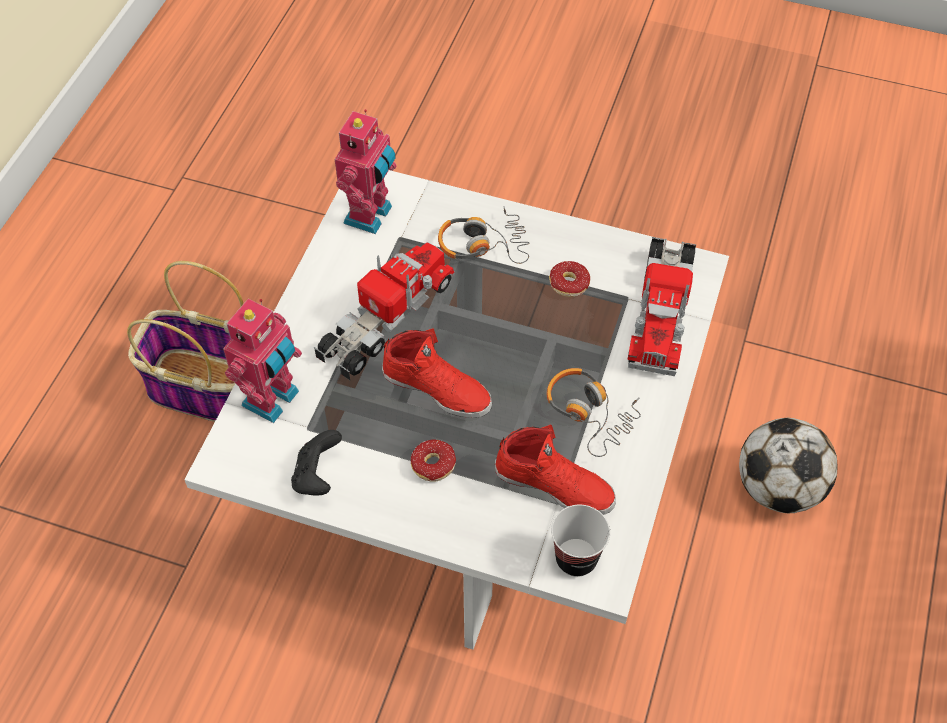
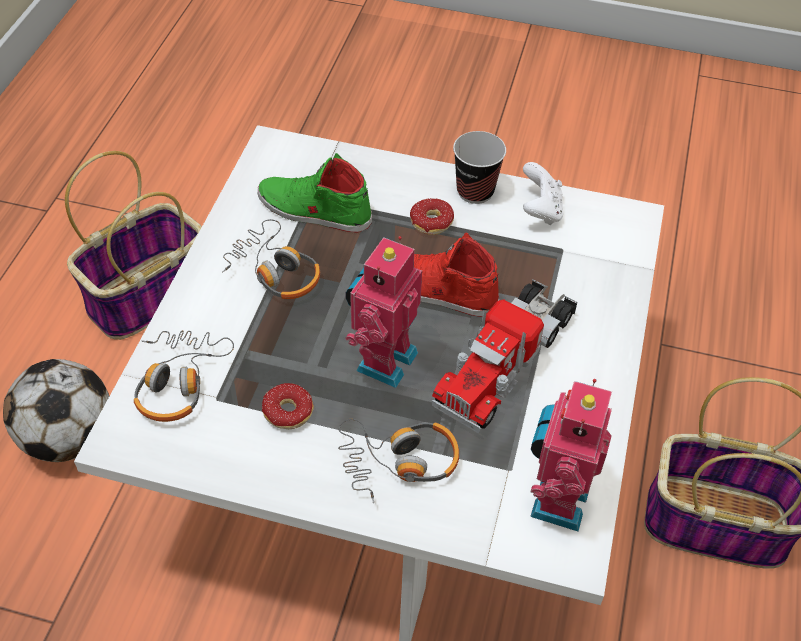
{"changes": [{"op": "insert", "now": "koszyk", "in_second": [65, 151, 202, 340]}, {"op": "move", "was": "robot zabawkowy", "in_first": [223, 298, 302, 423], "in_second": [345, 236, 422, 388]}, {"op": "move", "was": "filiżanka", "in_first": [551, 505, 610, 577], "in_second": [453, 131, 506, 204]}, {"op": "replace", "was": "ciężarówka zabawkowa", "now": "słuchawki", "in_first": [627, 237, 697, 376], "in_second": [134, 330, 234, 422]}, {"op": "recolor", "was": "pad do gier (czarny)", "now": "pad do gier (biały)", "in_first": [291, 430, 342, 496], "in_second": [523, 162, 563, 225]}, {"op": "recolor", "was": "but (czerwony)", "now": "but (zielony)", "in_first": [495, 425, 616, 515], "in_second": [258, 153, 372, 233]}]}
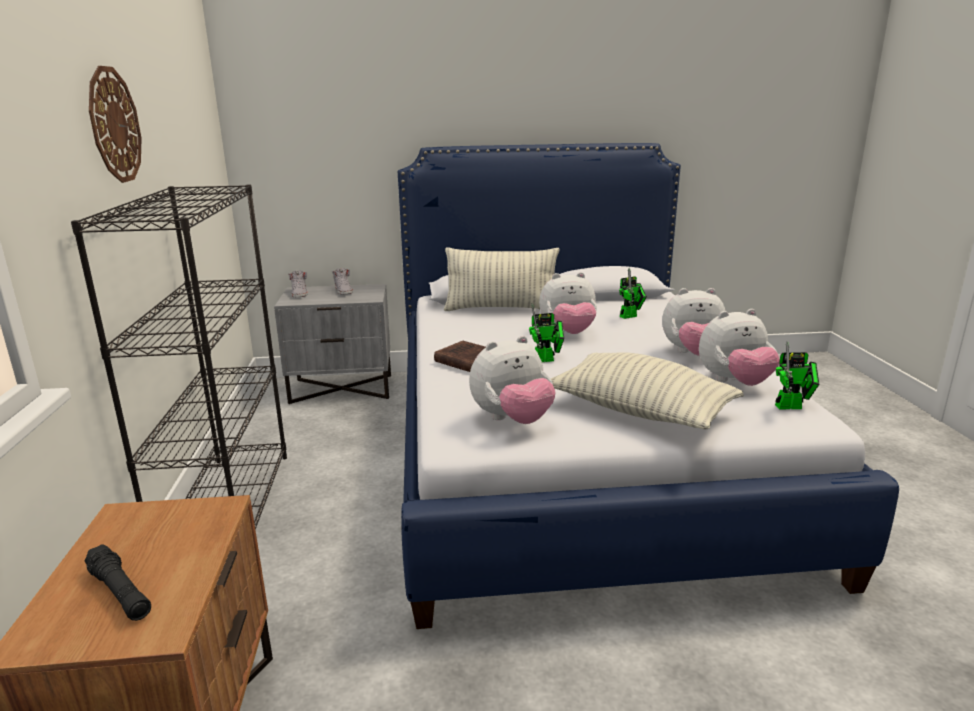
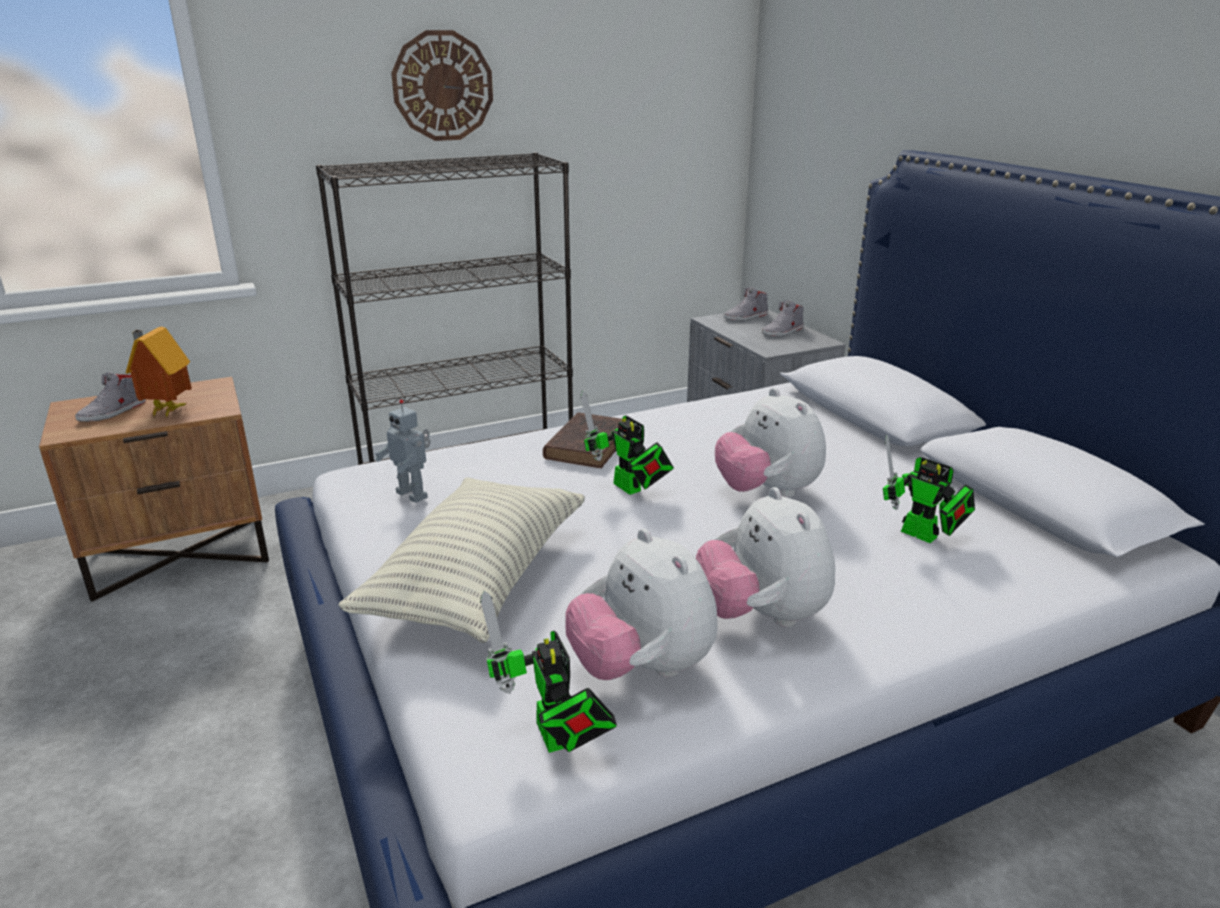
{"changes": [{"op": "delete", "was": "poduszka", "in_first": [444, 247, 560, 311]}, {"op": "insert", "now": "domek", "in_second": [126, 327, 192, 417]}, {"op": "replace", "was": "latarka (czarny)", "now": "but (szary)", "in_first": [85, 544, 151, 621], "in_second": [75, 372, 146, 422]}, {"op": "replace", "was": "pluszak", "now": "robot zabawkowy", "in_first": [469, 336, 555, 424], "in_second": [374, 399, 431, 503]}]}
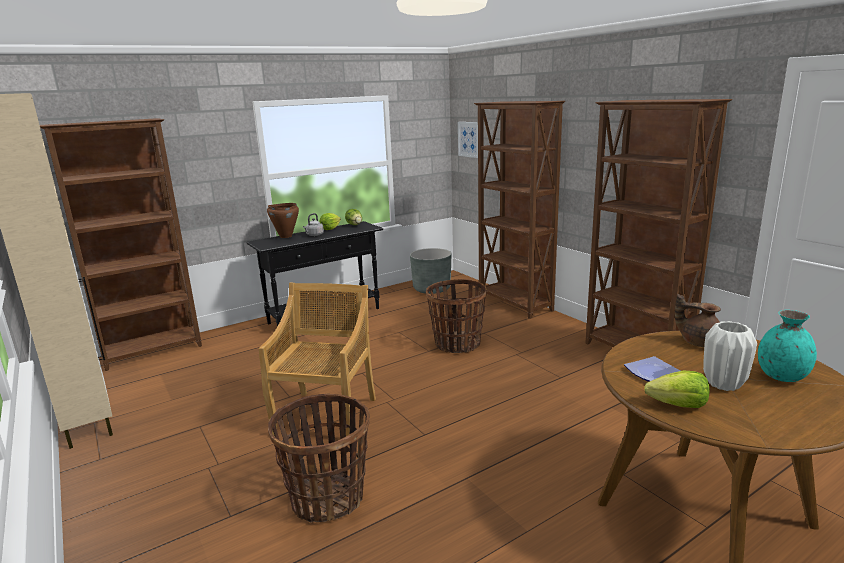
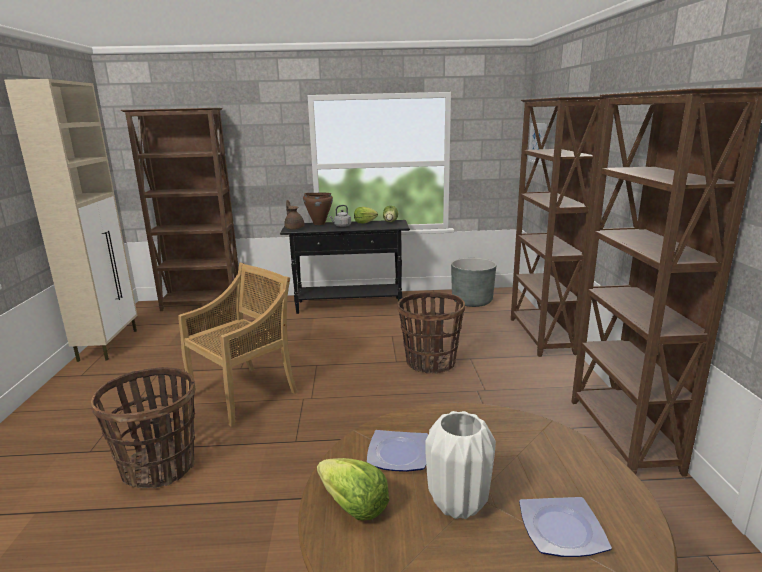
{"changes": [{"op": "move", "was": "imbryk (brązowy)", "in_first": [675, 294, 721, 347], "in_second": [284, 200, 304, 230]}, {"op": "replace", "was": "wazon (turkusowy)", "now": "talerz", "in_first": [758, 310, 817, 382], "in_second": [519, 497, 612, 557]}]}
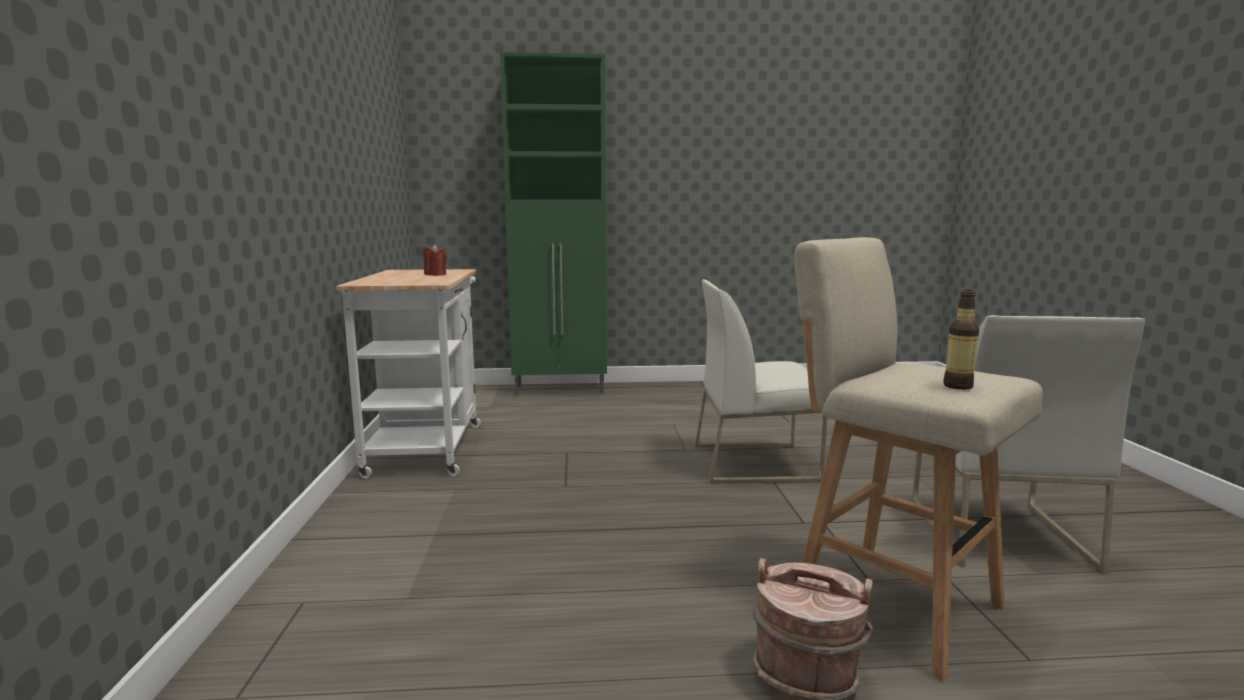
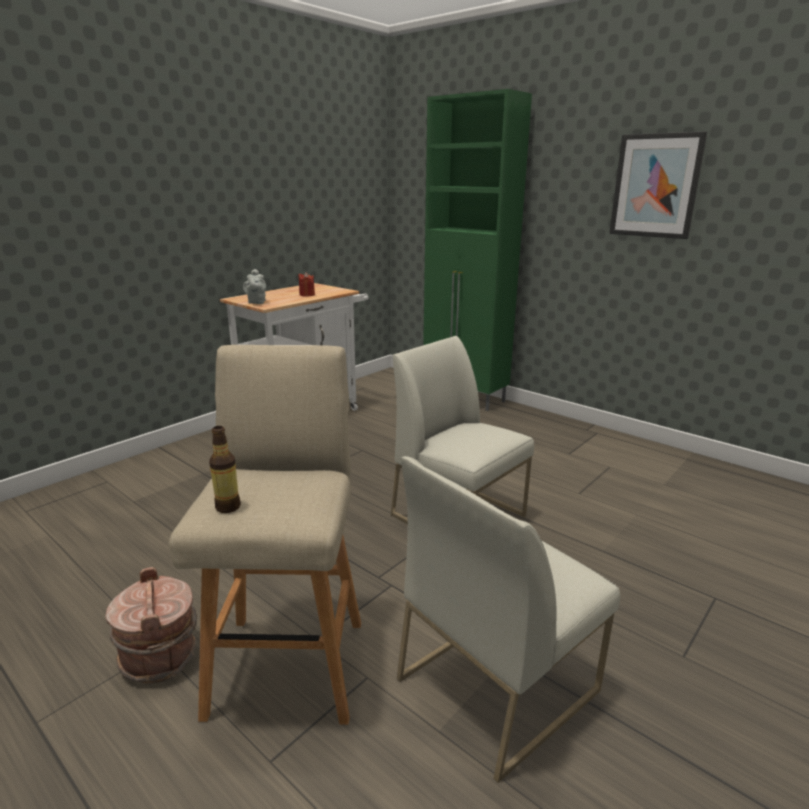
{"changes": [{"op": "insert", "now": "imbryk (szary)", "in_second": [243, 269, 266, 304]}, {"op": "insert", "now": "obraz", "in_second": [609, 131, 707, 239]}]}
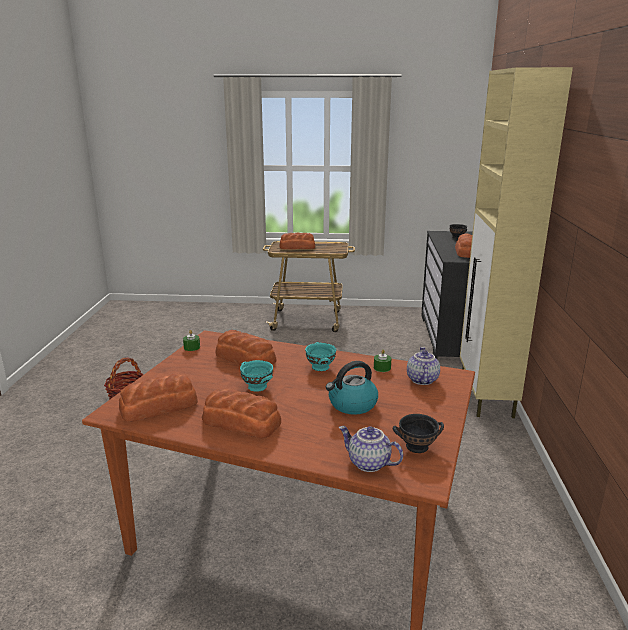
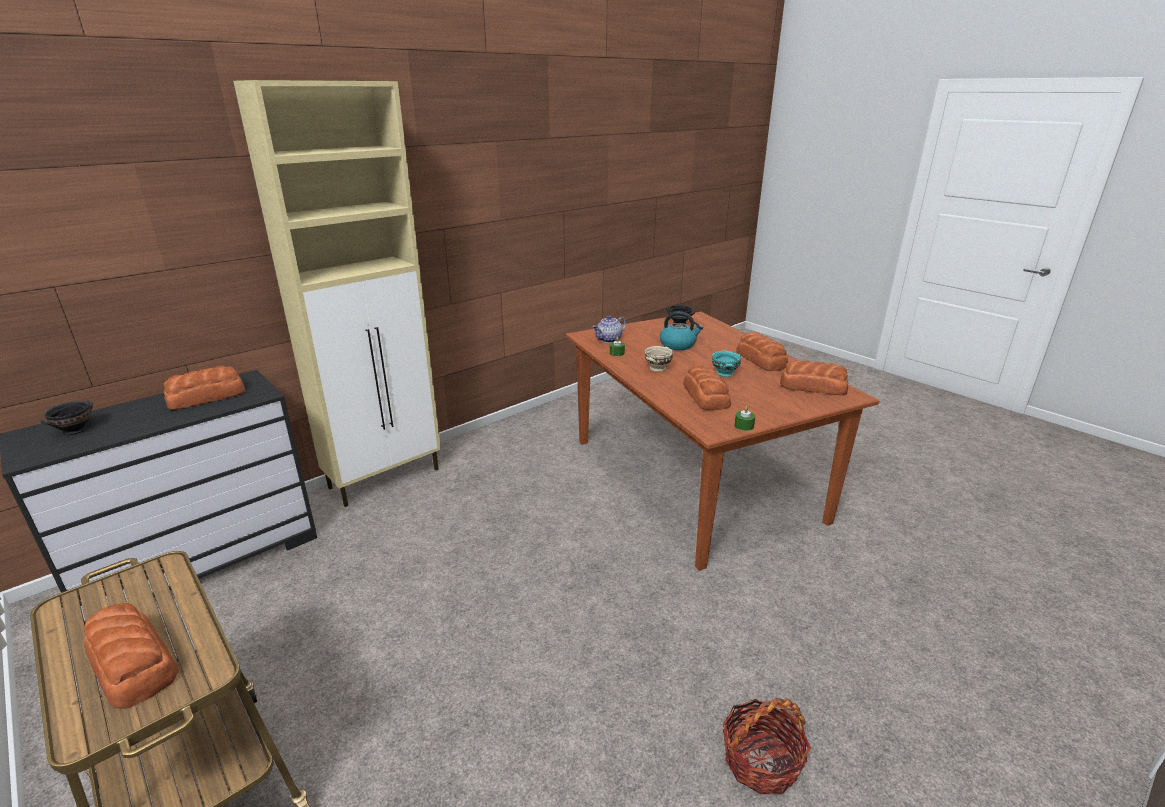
{"changes": [{"op": "delete", "was": "imbryk", "in_first": [339, 426, 403, 472]}, {"op": "recolor", "was": "miska (turkusowy)", "now": "miska (beżowy)", "in_first": [305, 342, 336, 371], "in_second": [645, 346, 673, 372]}]}
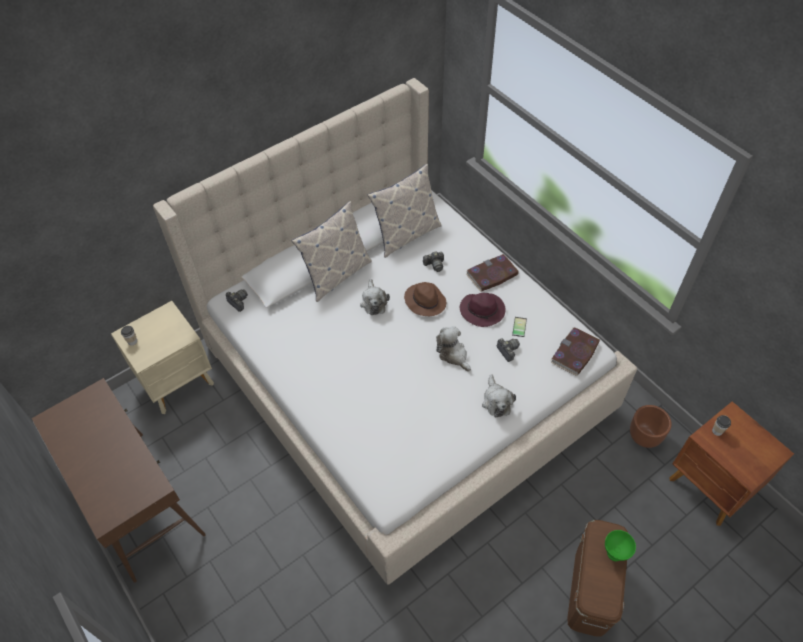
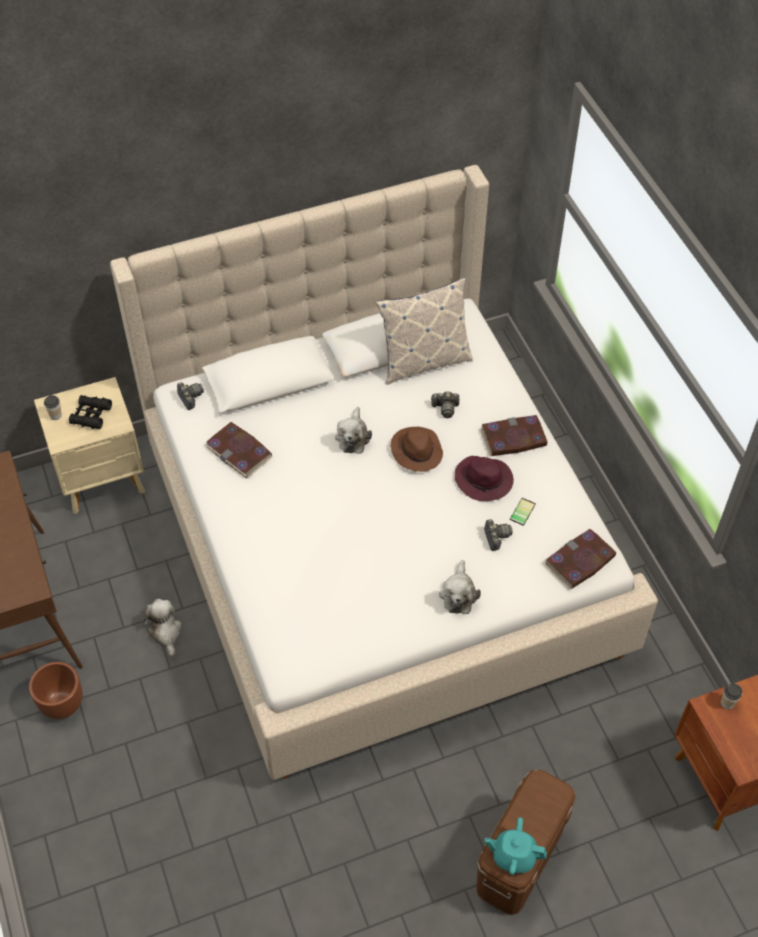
{"changes": [{"op": "delete", "was": "poduszka", "in_first": [292, 201, 372, 302]}, {"op": "delete", "was": "miska (zielony)", "in_first": [605, 530, 636, 561]}, {"op": "insert", "now": "lornetka (czarny)", "in_second": [69, 395, 112, 429]}, {"op": "insert", "now": "książka", "in_second": [205, 422, 272, 478]}, {"op": "insert", "now": "imbryk (turkusowy)", "in_second": [485, 817, 547, 875]}, {"op": "move", "was": "pluszak", "in_first": [436, 326, 471, 372], "in_second": [143, 599, 182, 657]}, {"op": "move", "was": "donica (brązowy)", "in_first": [630, 405, 672, 448], "in_second": [29, 662, 83, 719]}]}
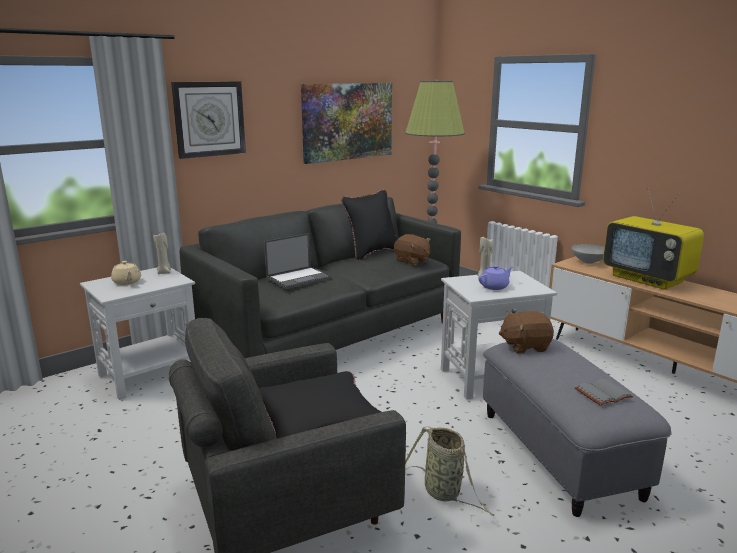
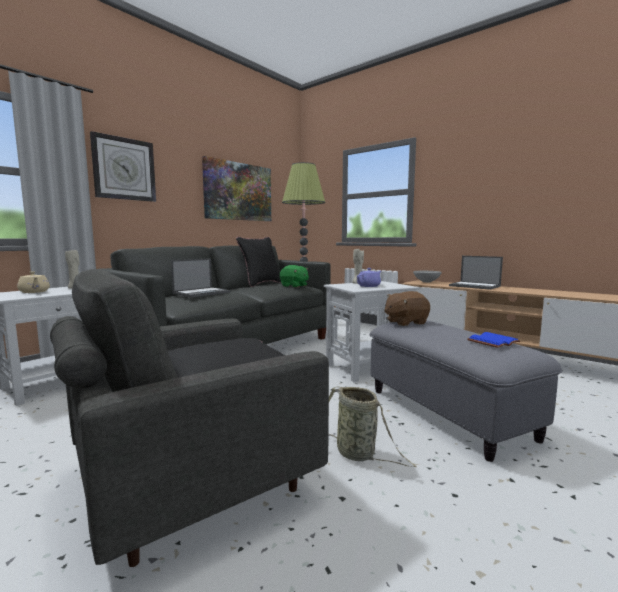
{"changes": [{"op": "replace", "was": "telewizor", "now": "laptop", "in_first": [603, 188, 704, 290], "in_second": [449, 256, 503, 290]}, {"op": "recolor", "was": "pluszak (brązowy)", "now": "pluszak (zielony)", "in_first": [394, 234, 430, 265], "in_second": [280, 265, 309, 288]}, {"op": "recolor", "was": "książka (szary)", "now": "książka (niebieski)", "in_first": [575, 379, 633, 406], "in_second": [467, 332, 520, 348]}]}
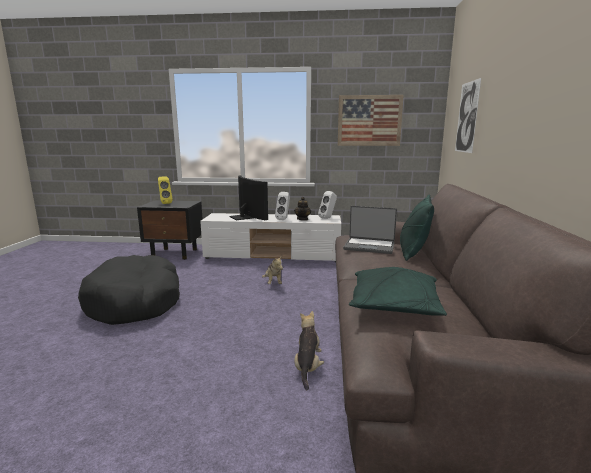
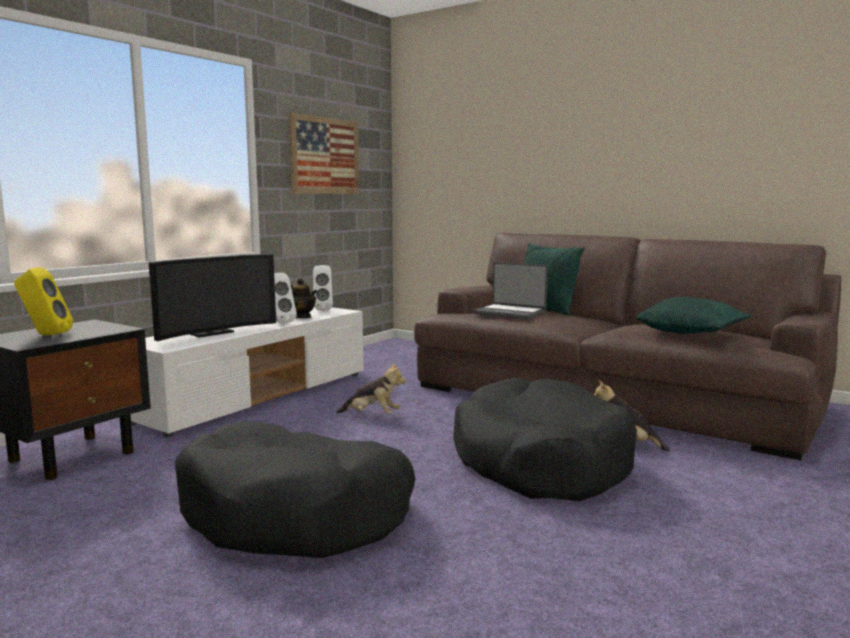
{"changes": [{"op": "delete", "was": "obraz", "in_first": [455, 78, 481, 153]}, {"op": "insert", "now": "legowisko (czarny)", "in_second": [453, 378, 637, 501]}, {"op": "rotate", "was": "telewizor", "in_first": [229, 176, 268, 220], "in_second": [149, 254, 276, 341], "clockwise": 135}, {"op": "rotate", "was": "laptop", "in_first": [343, 206, 397, 254], "in_second": [473, 262, 548, 319], "clockwise": 75}]}
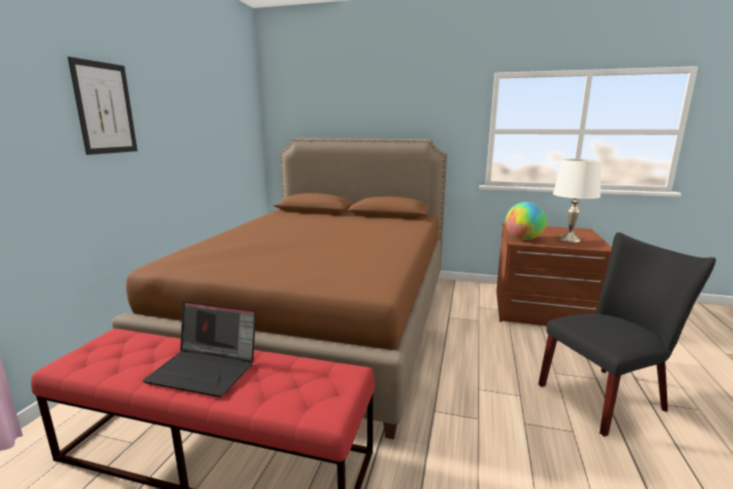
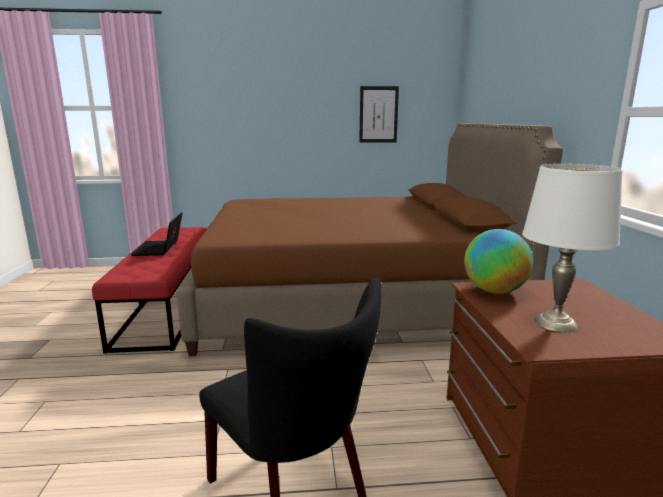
{"changes": [{"op": "move", "was": "obraz", "in_first": [68, 57, 138, 155], "in_second": [359, 86, 399, 143]}]}
